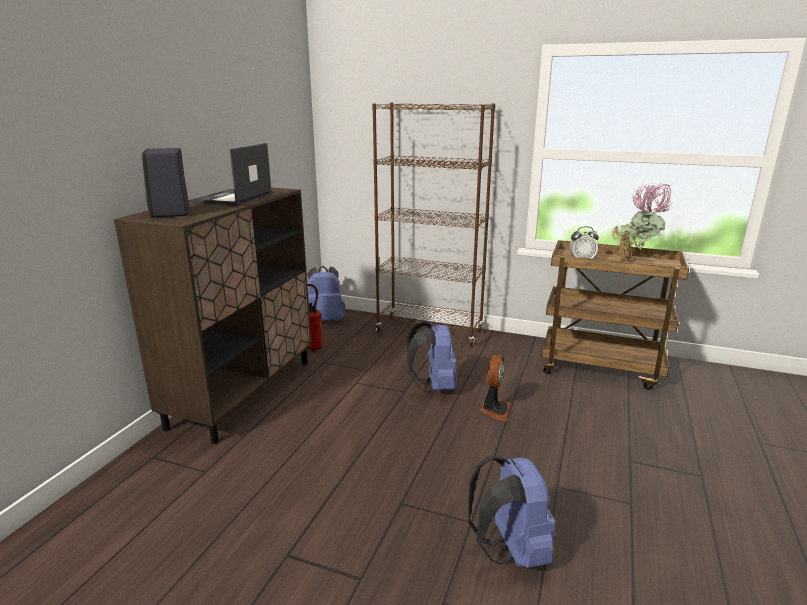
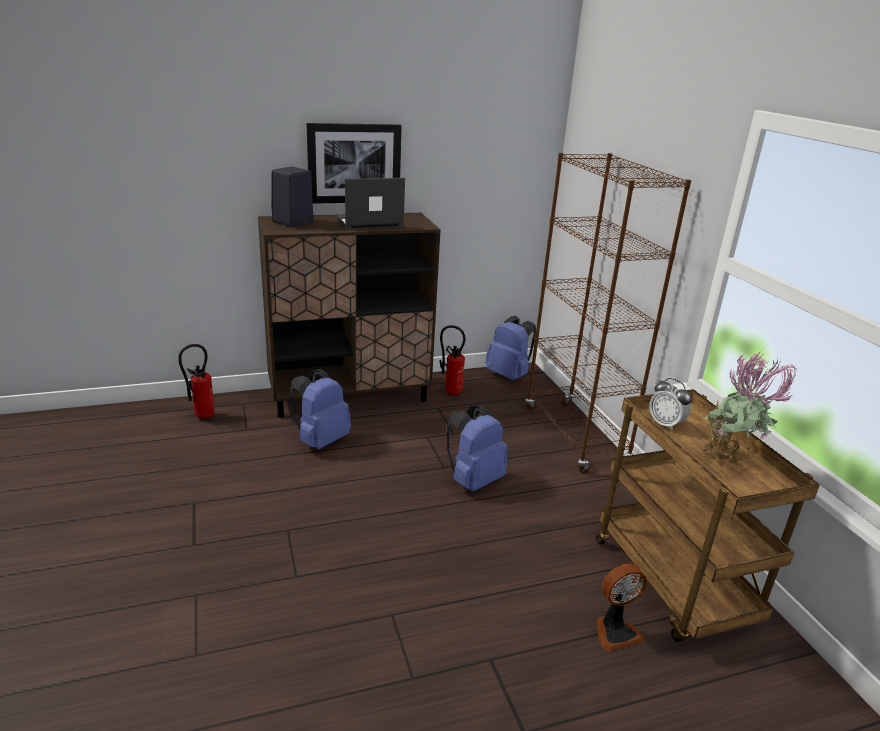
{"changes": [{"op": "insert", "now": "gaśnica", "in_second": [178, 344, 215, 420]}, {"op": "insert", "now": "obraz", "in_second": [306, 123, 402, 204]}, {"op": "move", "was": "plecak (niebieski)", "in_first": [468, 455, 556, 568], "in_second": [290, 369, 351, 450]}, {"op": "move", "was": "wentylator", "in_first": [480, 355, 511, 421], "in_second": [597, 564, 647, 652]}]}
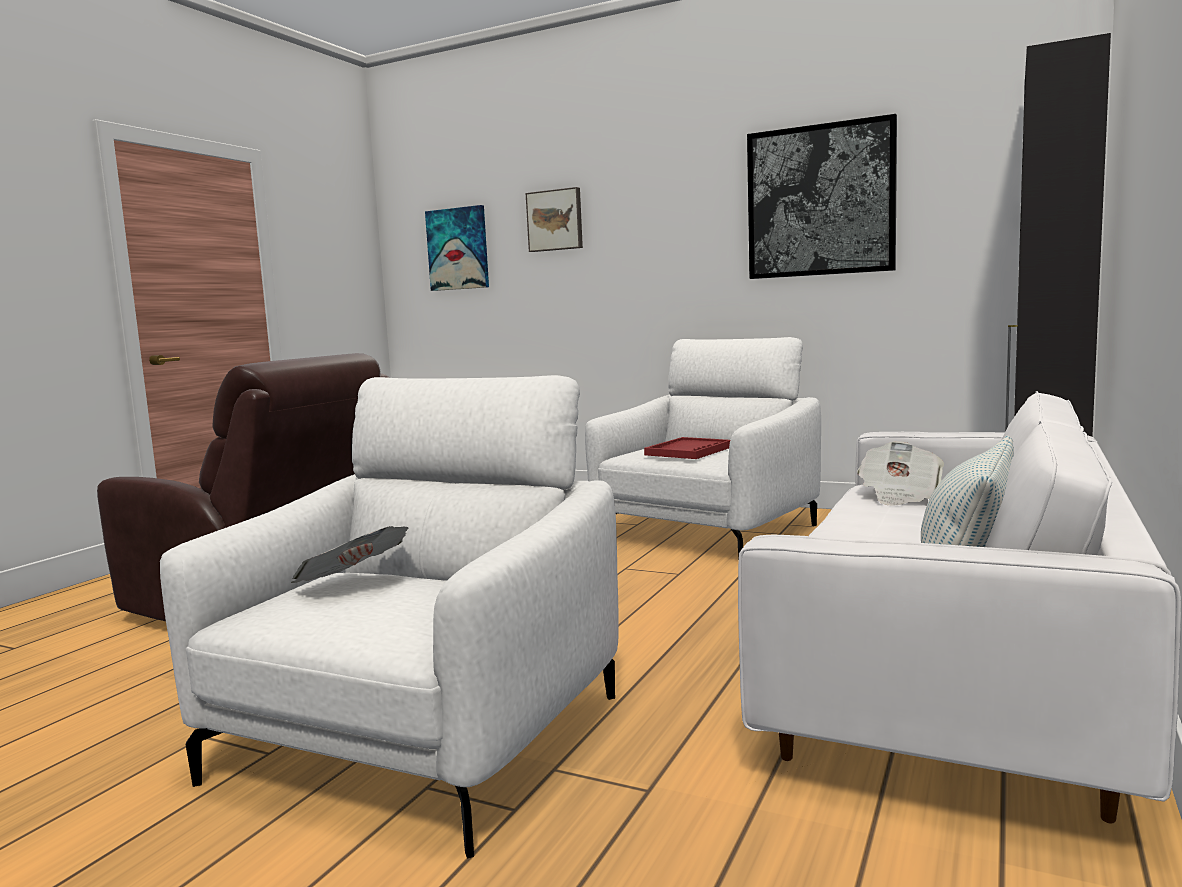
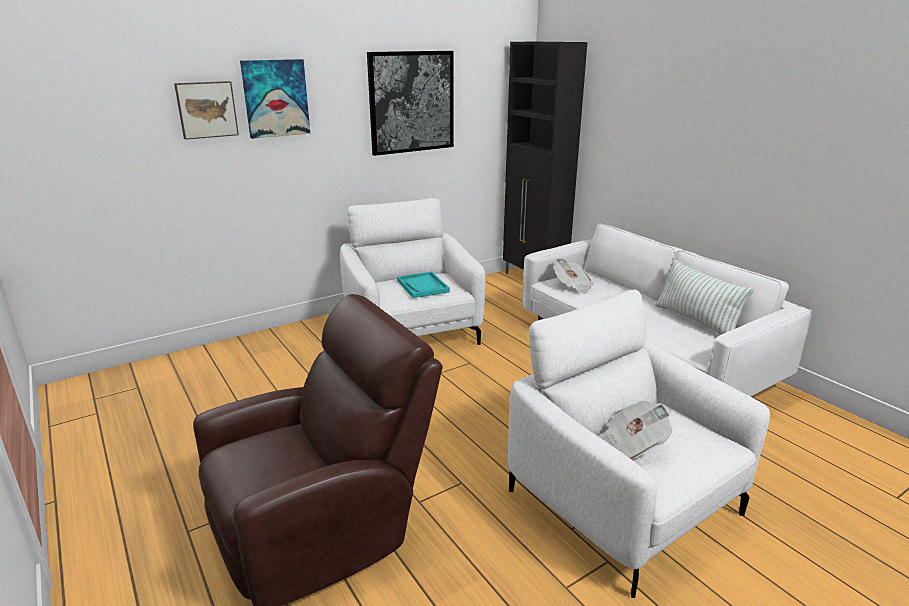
{"changes": [{"op": "move", "was": "obraz", "in_first": [425, 205, 489, 291], "in_second": [240, 59, 310, 139]}, {"op": "recolor", "was": "taca (czerwony)", "now": "taca (turkusowy)", "in_first": [644, 437, 730, 459], "in_second": [397, 272, 450, 298]}]}
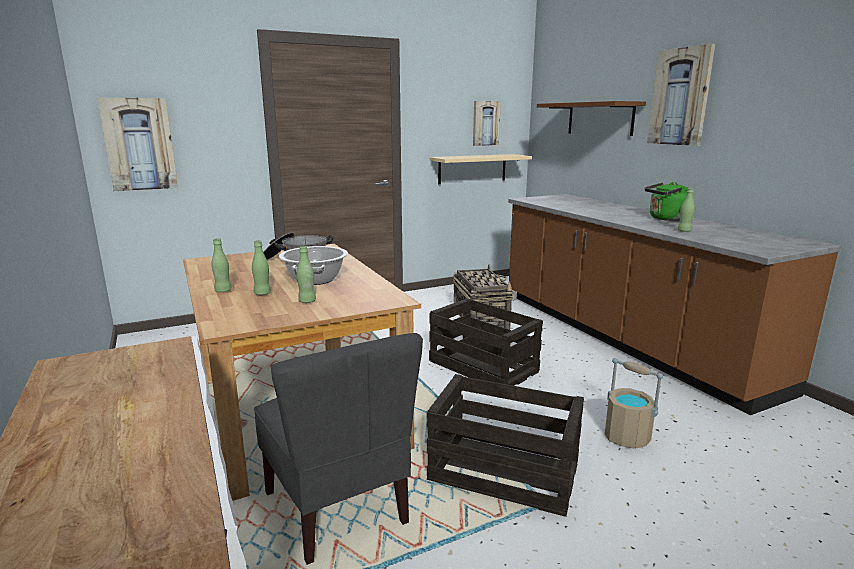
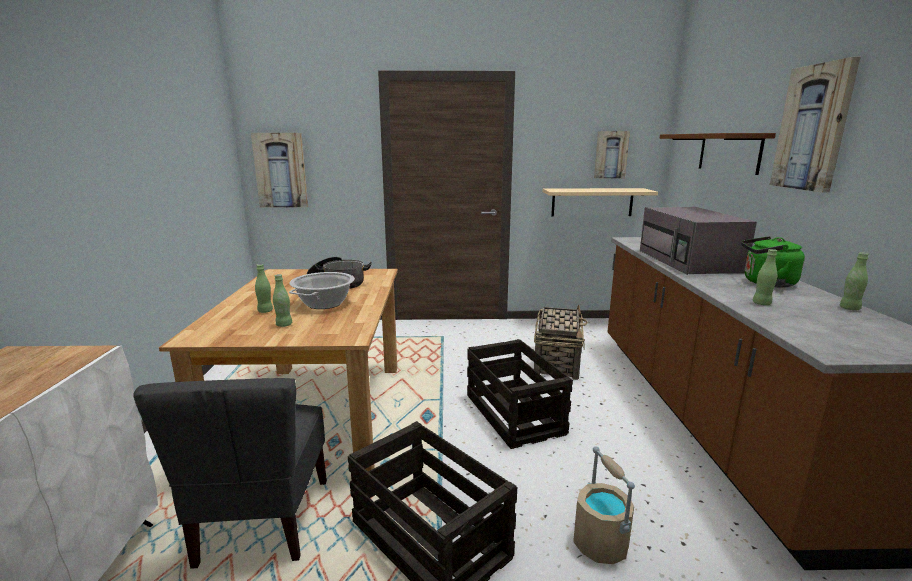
{"changes": [{"op": "insert", "now": "mikrofalówka (szary)", "in_second": [640, 207, 757, 275]}, {"op": "move", "was": "butelka (zielony)", "in_first": [212, 238, 232, 293], "in_second": [840, 253, 869, 310]}]}
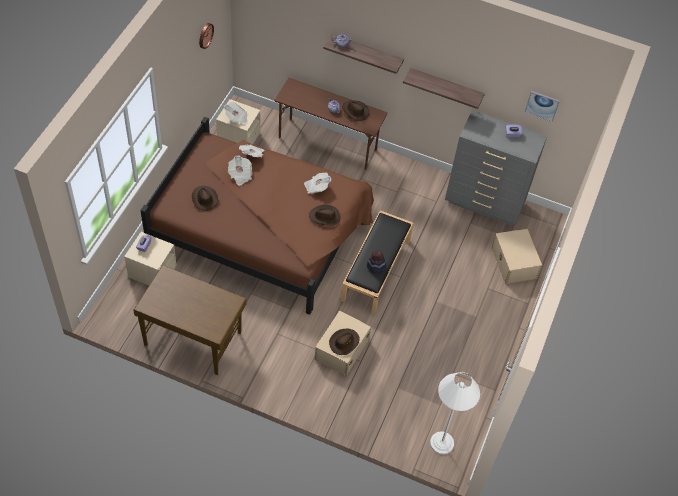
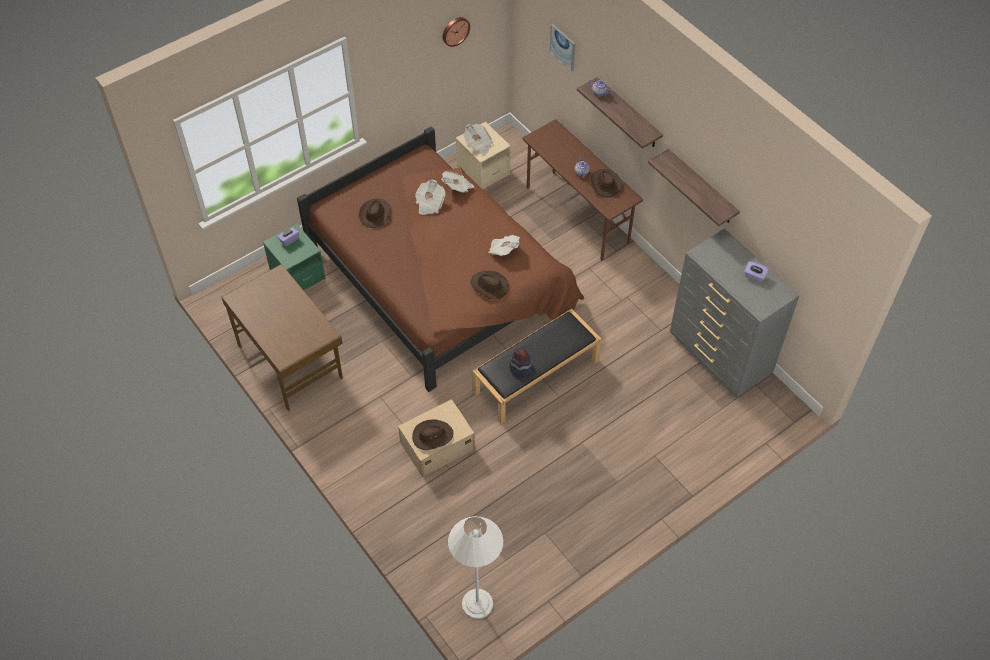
{"changes": [{"op": "delete", "was": "pojemnik do przechowywania (beżowy)", "in_first": [491, 228, 543, 284]}, {"op": "move", "was": "obraz", "in_first": [525, 91, 560, 122], "in_second": [550, 24, 575, 71]}, {"op": "recolor", "was": "szafka nocna (beżowy)", "now": "szafka nocna (zielony)", "in_first": [124, 232, 177, 286], "in_second": [263, 224, 326, 290]}]}
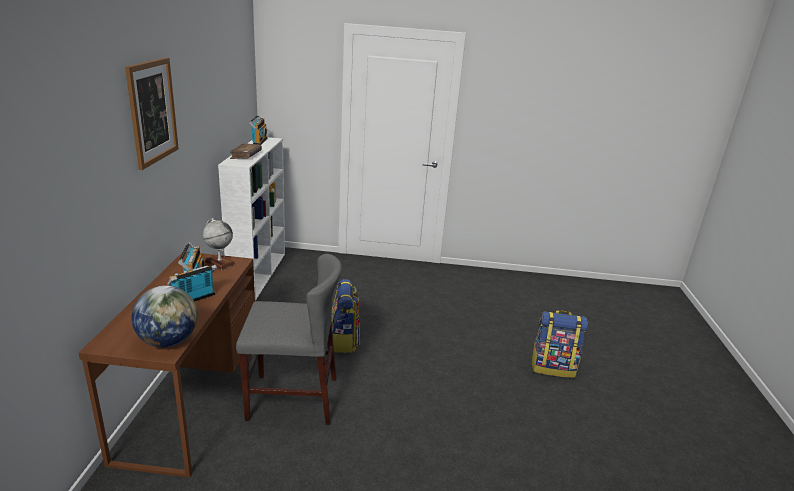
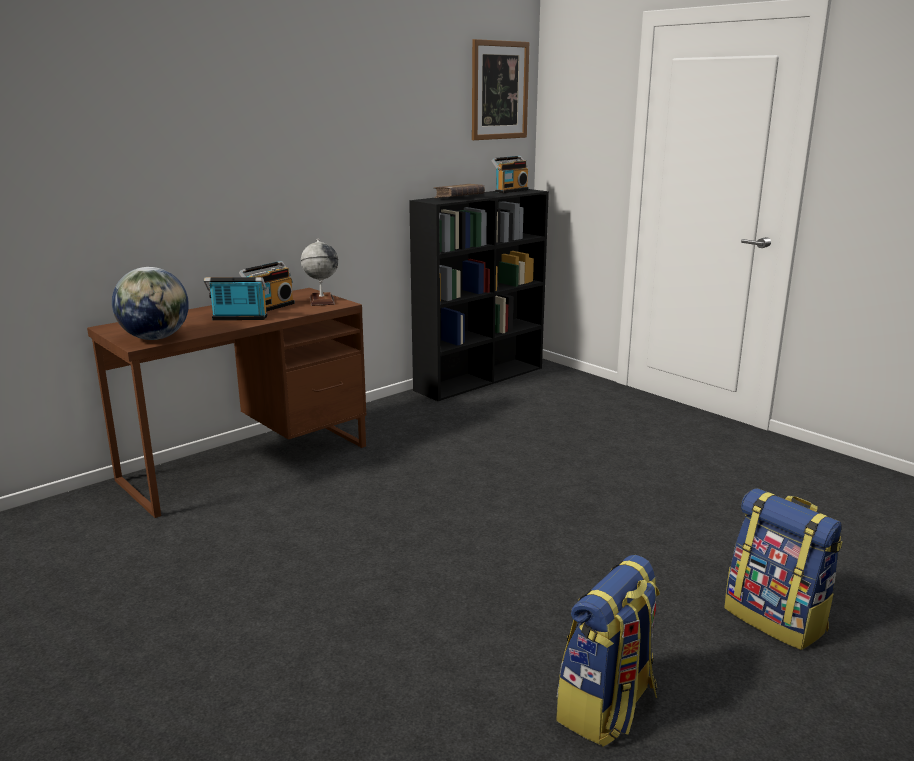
{"changes": [{"op": "delete", "was": "krzesło (szary)", "in_first": [236, 254, 342, 425]}, {"op": "move", "was": "obraz", "in_first": [125, 57, 179, 170], "in_second": [472, 39, 529, 140]}, {"op": "move", "was": "plecak", "in_first": [331, 279, 360, 353], "in_second": [556, 555, 660, 747]}, {"op": "recolor", "was": "regał (biały)", "now": "regał (czarny)", "in_first": [218, 137, 285, 301], "in_second": [409, 189, 549, 401]}]}
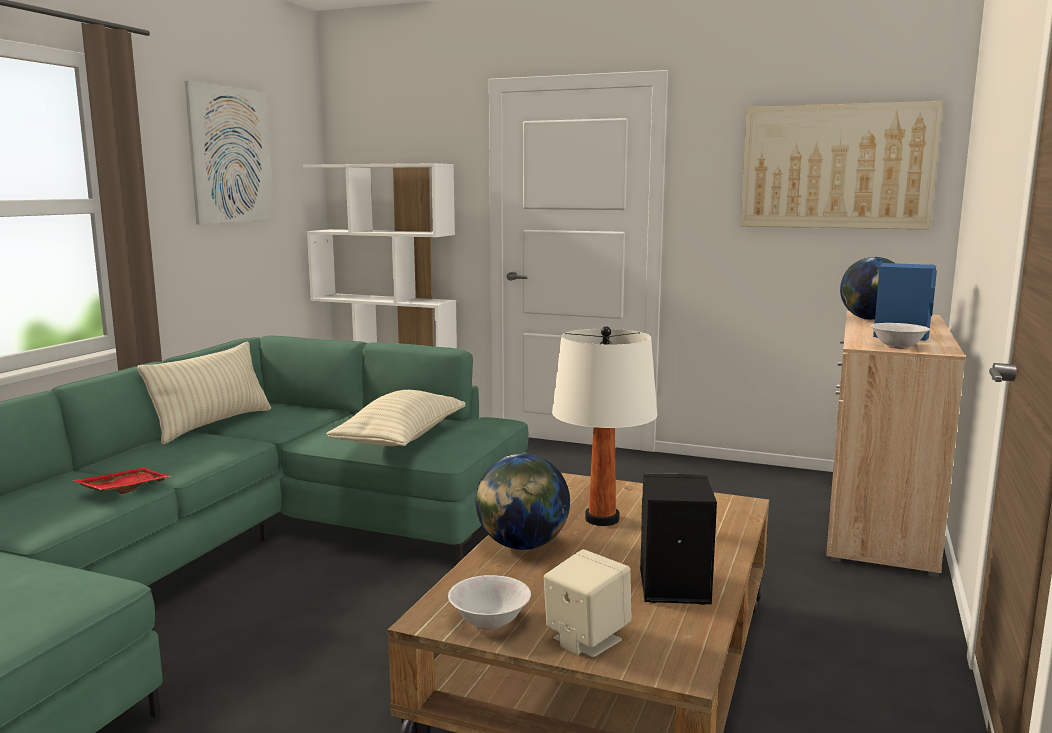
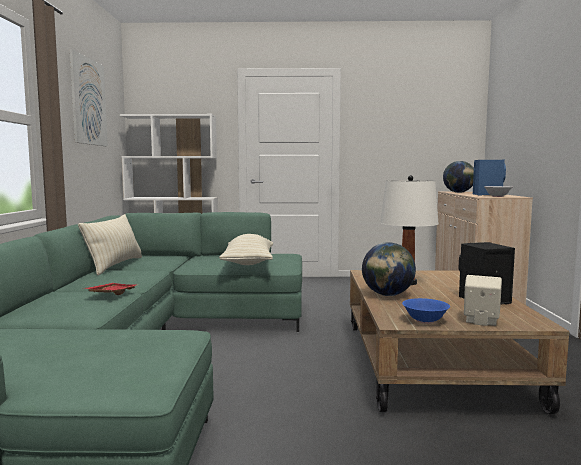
{"changes": [{"op": "delete", "was": "obraz", "in_first": [740, 101, 943, 230]}, {"op": "recolor", "was": "miska (biały)", "now": "miska (niebieski)", "in_first": [448, 575, 531, 630], "in_second": [402, 298, 450, 324]}]}
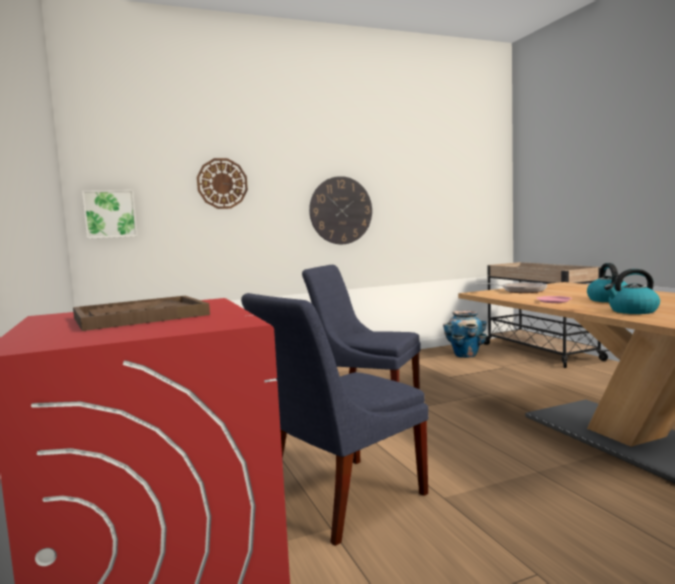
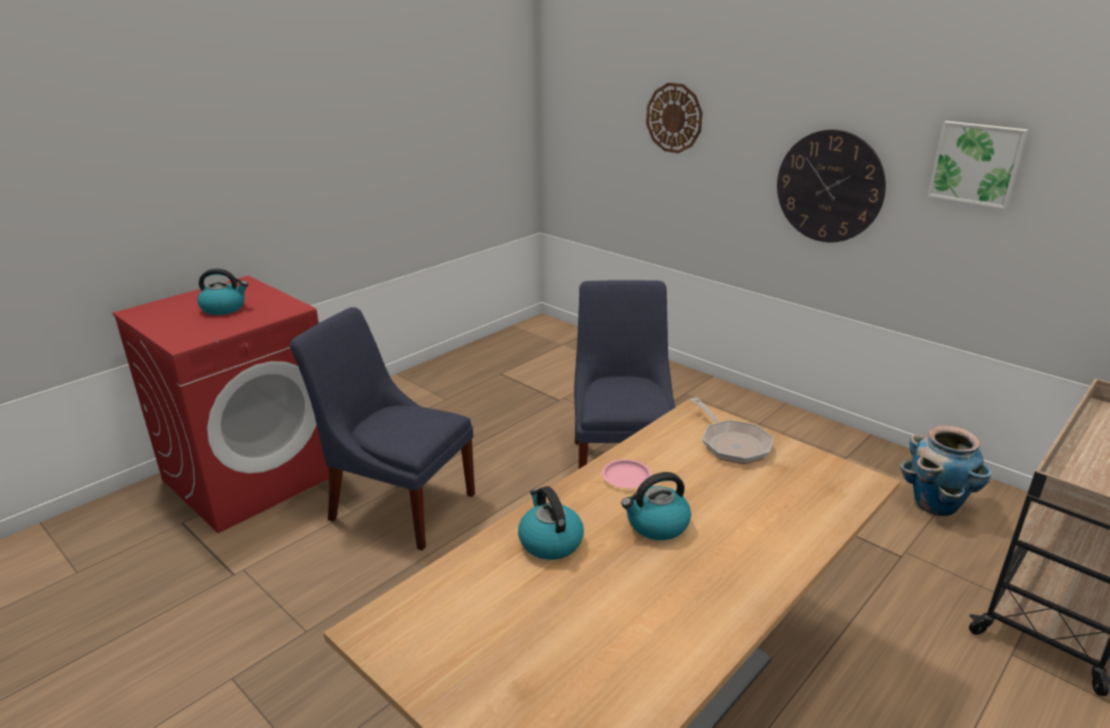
{"changes": [{"op": "move", "was": "obraz", "in_first": [82, 190, 137, 239], "in_second": [927, 121, 1029, 209]}, {"op": "replace", "was": "taca (brązowy)", "now": "czajnik", "in_first": [73, 296, 210, 331], "in_second": [197, 269, 248, 315]}]}
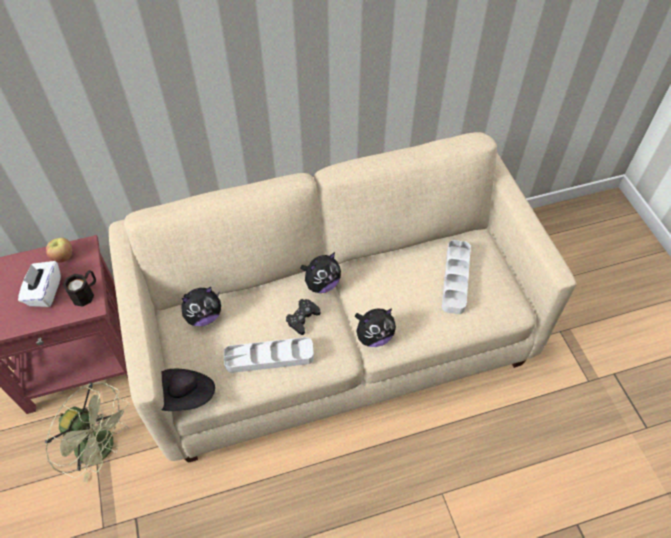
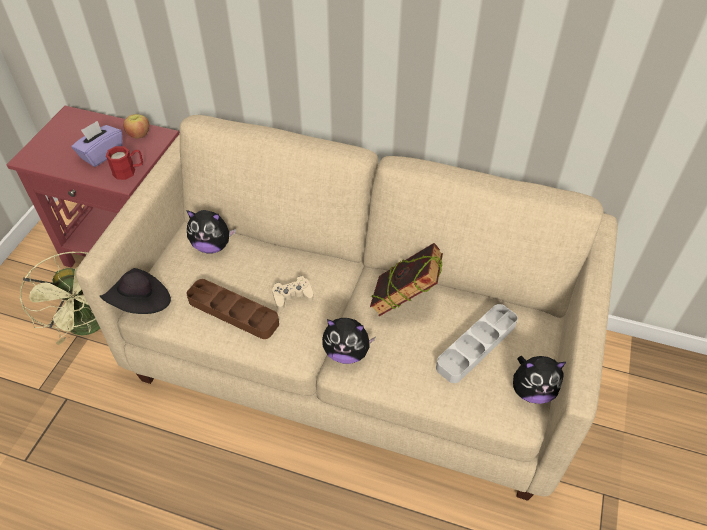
{"changes": [{"op": "insert", "now": "książka", "in_second": [370, 243, 443, 316]}, {"op": "move", "was": "pluszak", "in_first": [301, 252, 341, 293], "in_second": [513, 356, 566, 404]}, {"op": "recolor", "was": "pudełko chusteczek (biały)", "now": "pudełko chusteczek (fioletowy)", "in_first": [18, 261, 61, 307], "in_second": [71, 121, 122, 167]}, {"op": "recolor", "was": "kubek (czarny)", "now": "kubek (czerwony)", "in_first": [63, 270, 96, 307], "in_second": [106, 146, 143, 180]}, {"op": "recolor", "was": "taca (szary)", "now": "taca (brązowy)", "in_first": [224, 337, 314, 373], "in_second": [187, 279, 279, 339]}, {"op": "recolor", "was": "pad do gier (czarny)", "now": "pad do gier (beżowy)", "in_first": [286, 299, 320, 335], "in_second": [272, 276, 313, 310]}]}
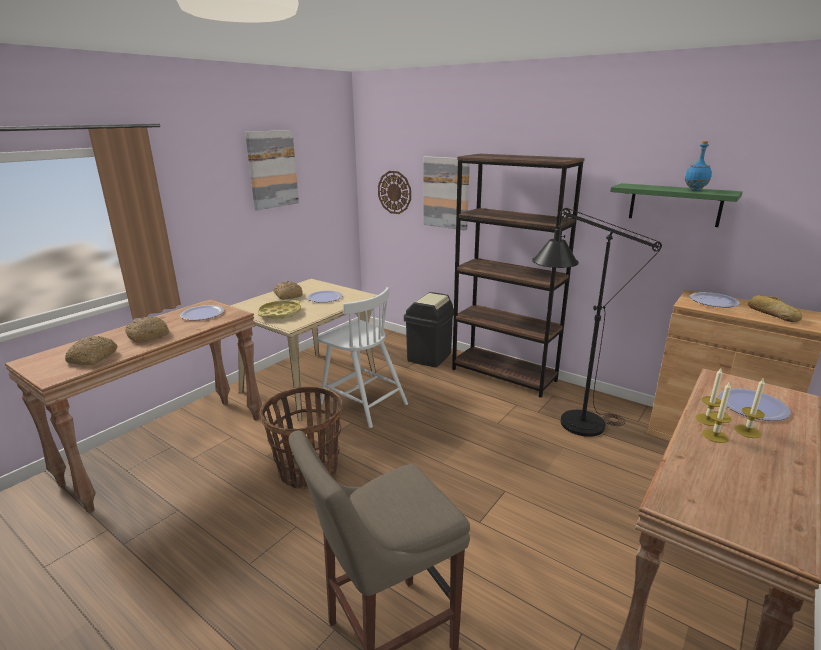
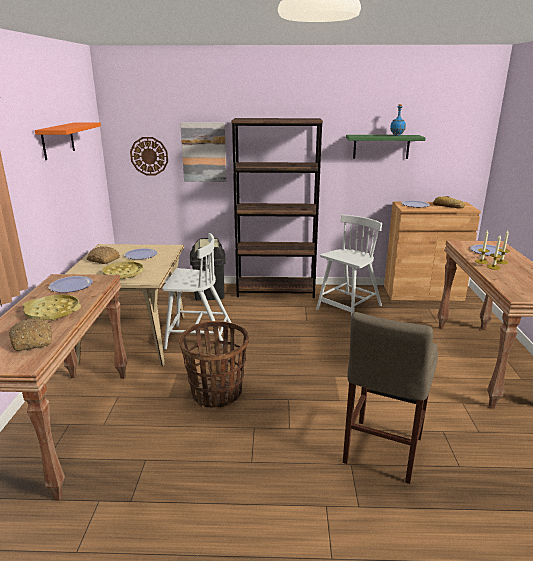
{"changes": [{"op": "replace", "was": "chleb", "now": "taca (żółty)", "in_first": [125, 317, 169, 343], "in_second": [23, 295, 81, 321]}, {"op": "replace", "was": "obraz", "now": "półka (pomarańczowy)", "in_first": [245, 130, 299, 210], "in_second": [35, 122, 101, 160]}, {"op": "replace", "was": "lampa stojąca (czarny)", "now": "krzesło (biały)", "in_first": [532, 208, 662, 437], "in_second": [316, 214, 382, 315]}]}
